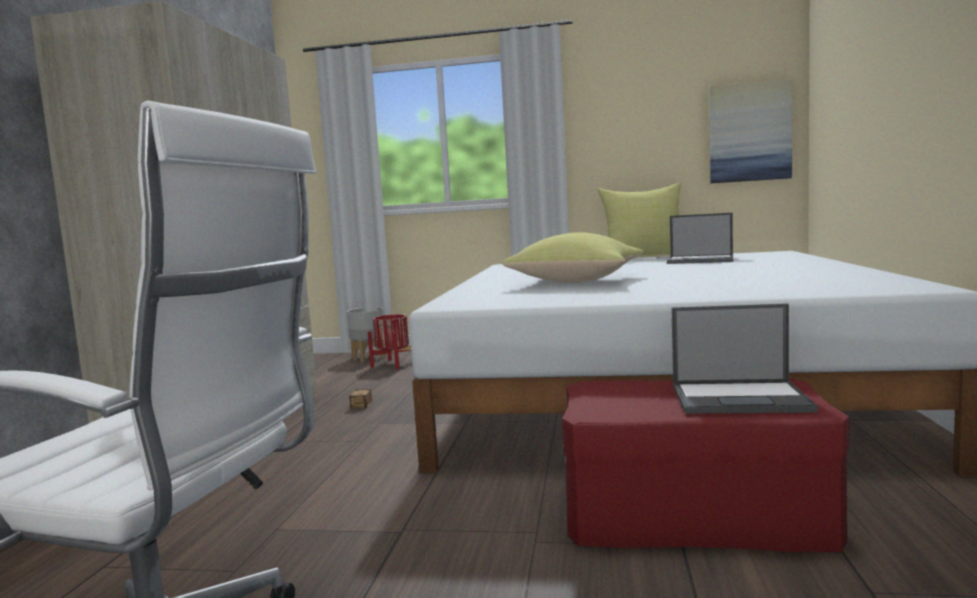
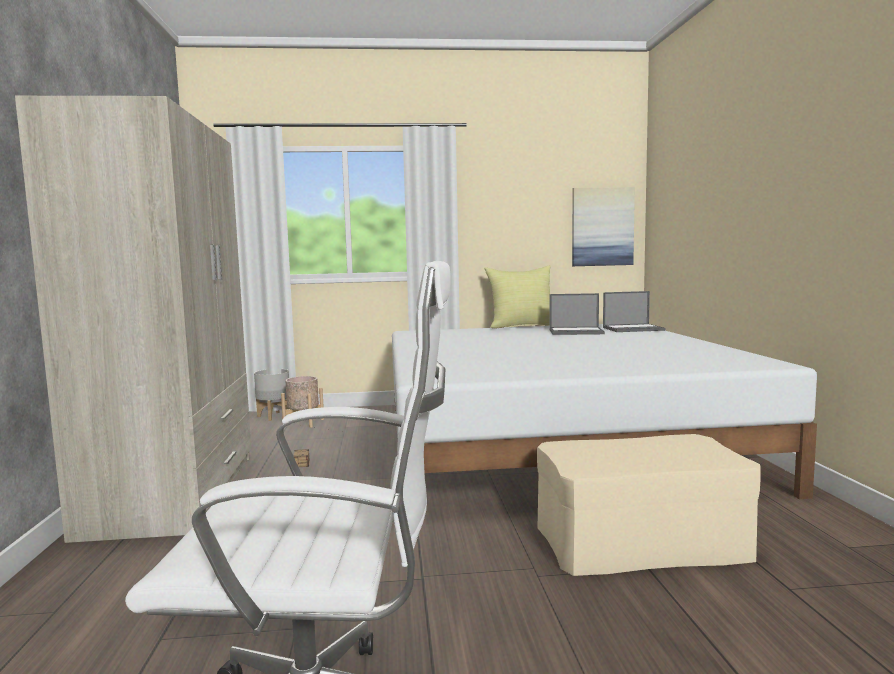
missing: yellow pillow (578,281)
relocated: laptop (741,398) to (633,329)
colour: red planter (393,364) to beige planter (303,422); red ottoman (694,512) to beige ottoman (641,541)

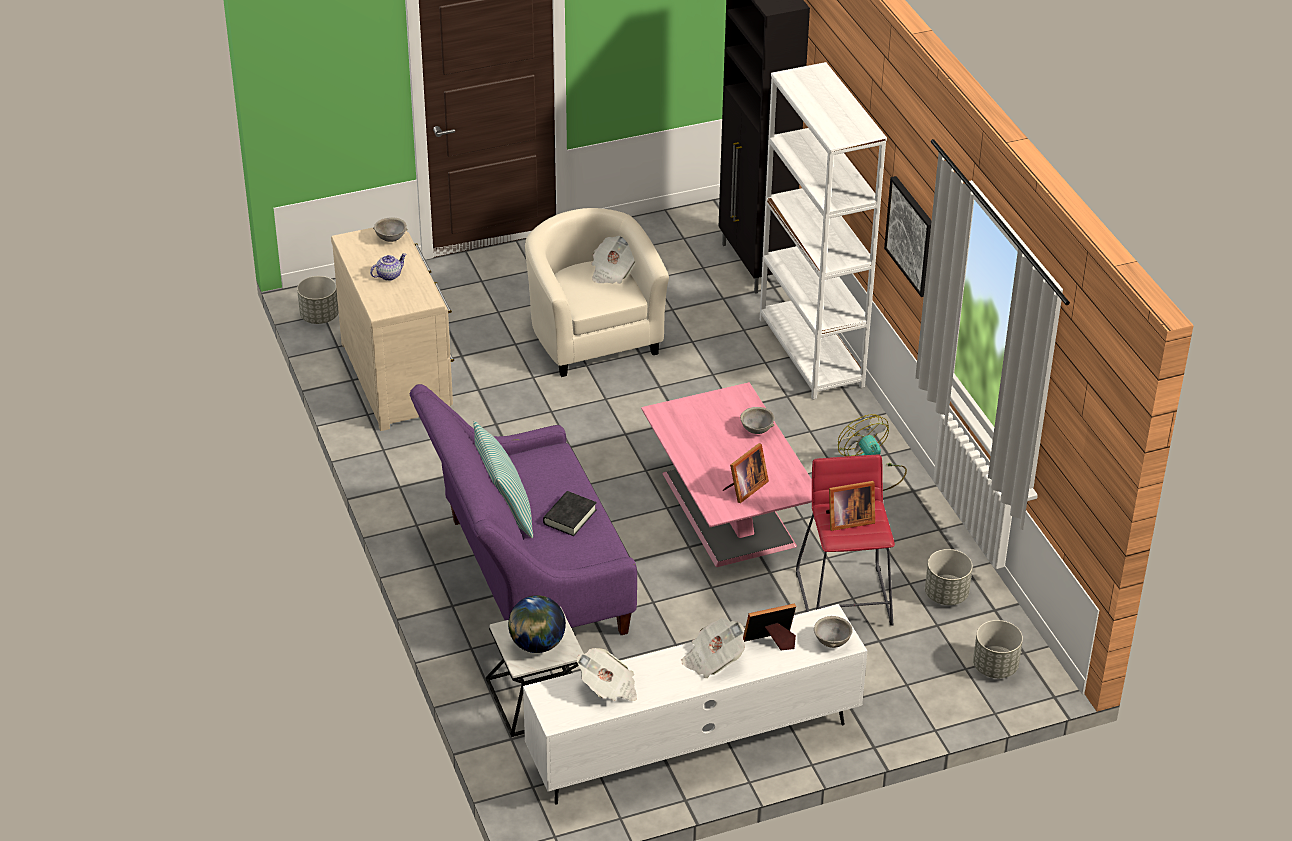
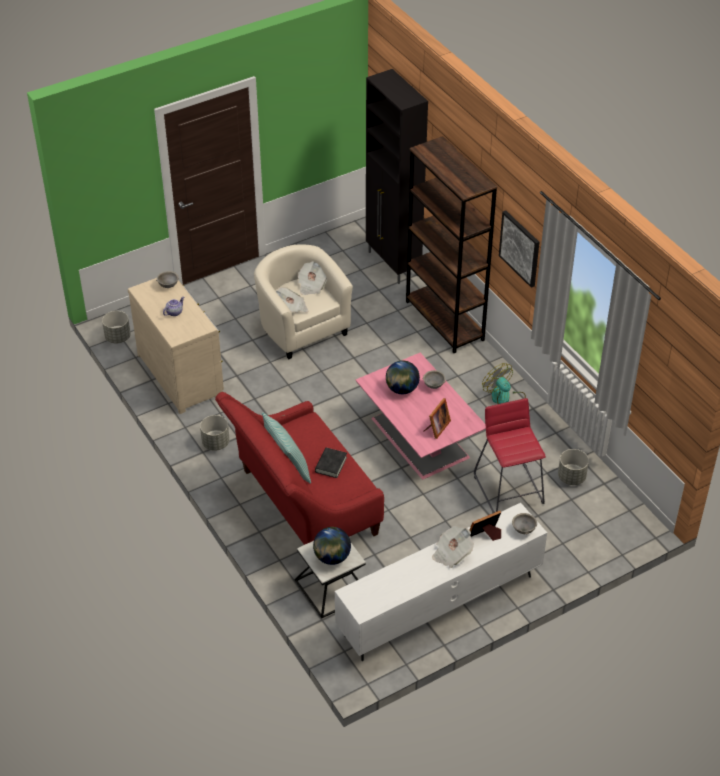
missing: picture frame (847,520)
appeared: globe (402,389)
relocated: grey planter (994,667) to (215,443); newspaper (608,688) to (292,307)
colour: purple sofa (525,579) to red sofa (302,505); white bookcase (811,353) to brown bookcase (444,321)

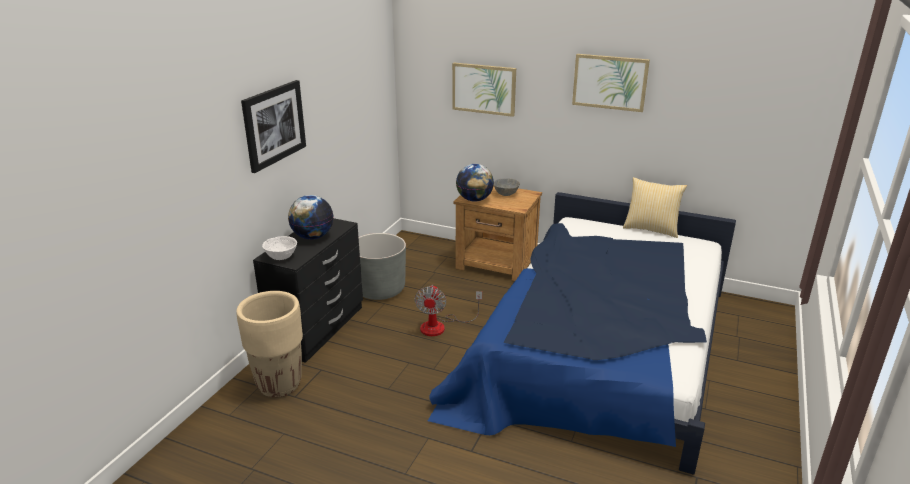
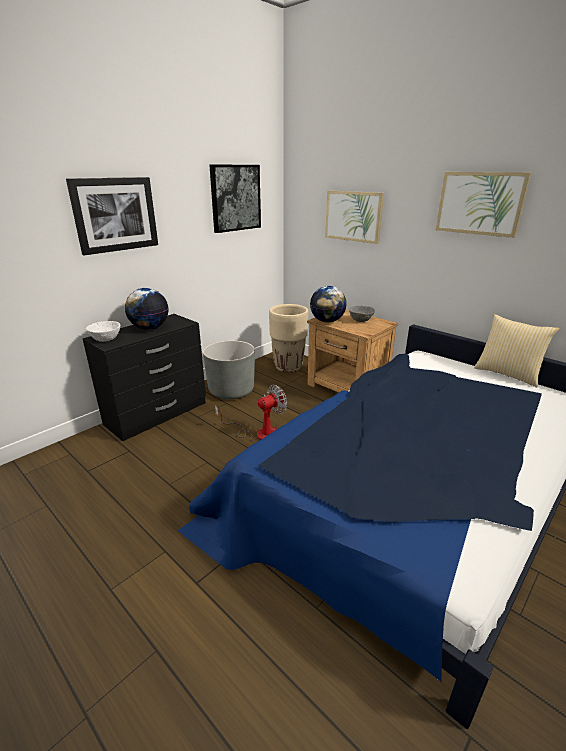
appeared: picture (235,198)
relocated: beige planter (279,384) to (288,367)
spun: fan (440,326) = (260,433) 150 degrees counterclockwise

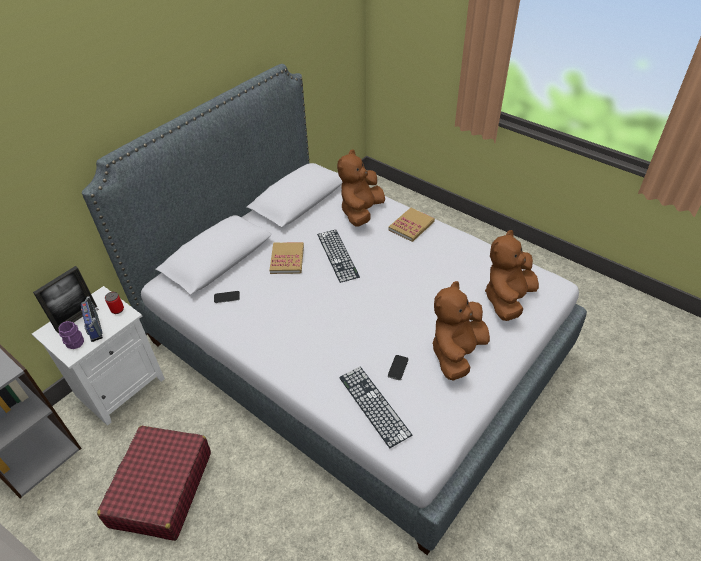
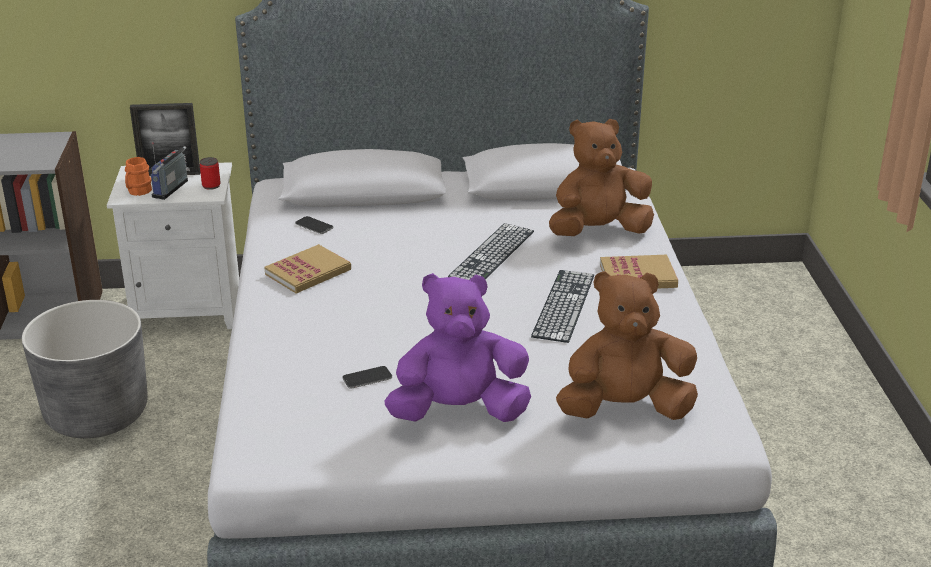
relocated: book (287,259) to (308,272); keyboard (374,405) to (563,305)
exchanged: red suitcase (161,489) to grey planter (97,414)
colour: purple mug (75,344) to orange mug (137,191); brown plush toy (456,353) to purple plush toy (459,412)

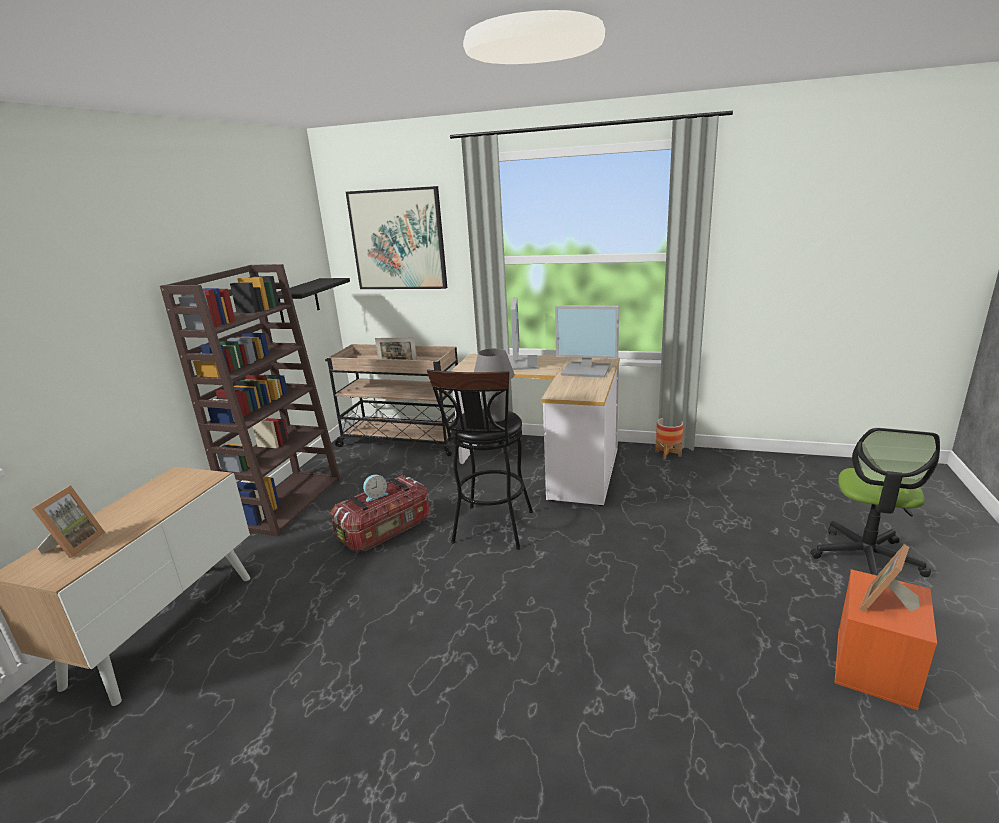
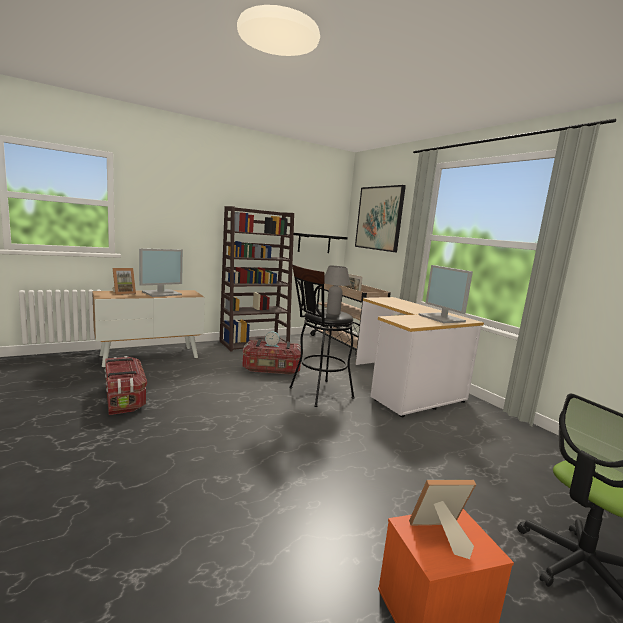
missing: planter (668,454)
appeared: storage box (124,398)
relocated: monitor (518,363) to (162,293)

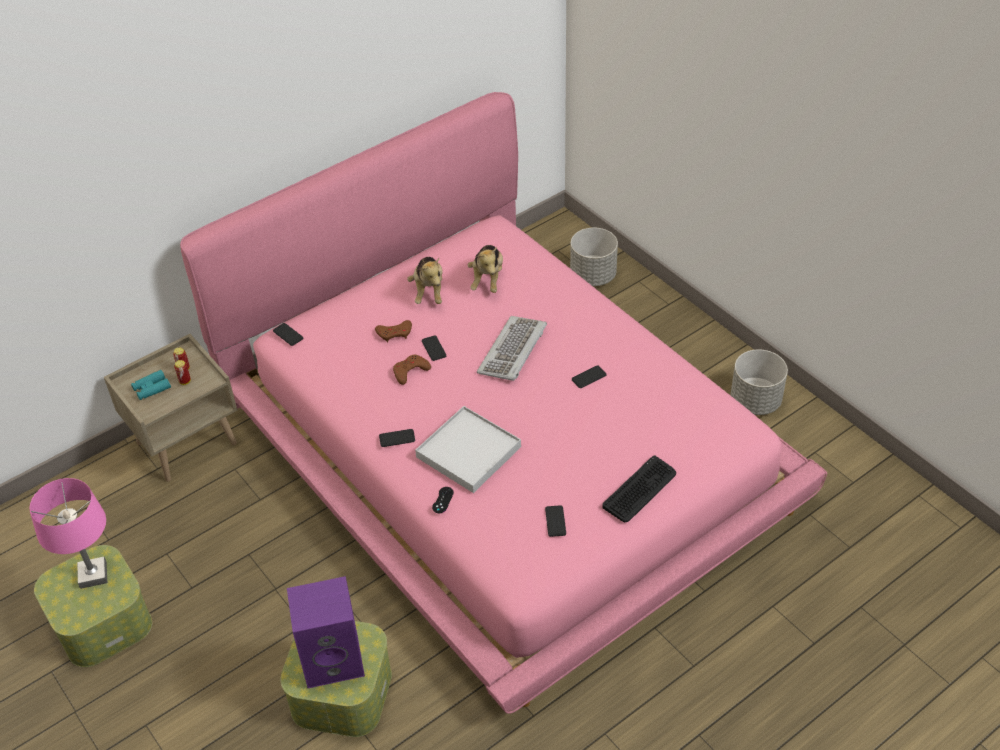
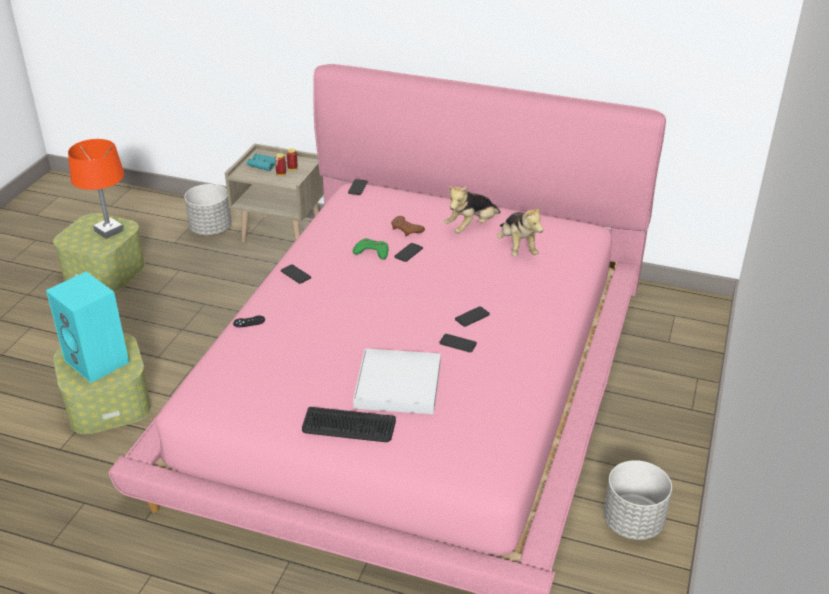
missing: keyboard (513,351)
relocated: grey planter (593,276) to (211,229); white tray (468,452) to (397,385); phone (555,521) to (472,317)
colour: purple speaker (334,659) to turquoise speaker (98,361); pink table lamp (94,575) to orange table lamp (109,231); brown game controller (410,371) to green game controller (372,252)
spun: plush toy (487,279) = (517,248) 75 degrees counterclockwise

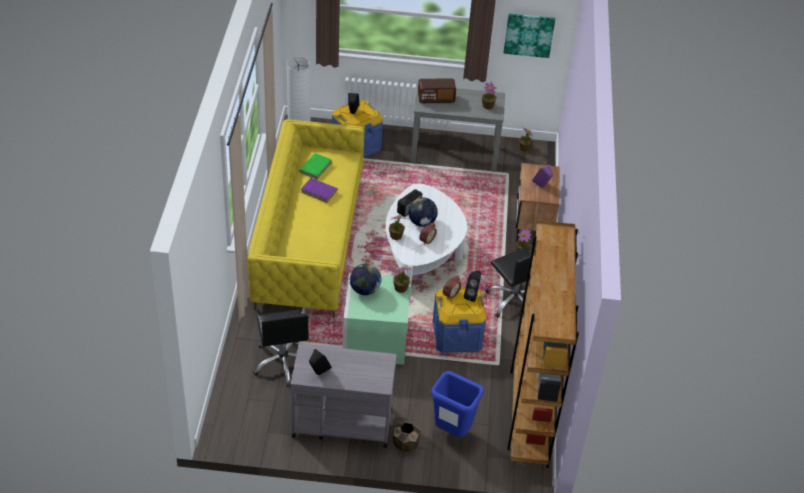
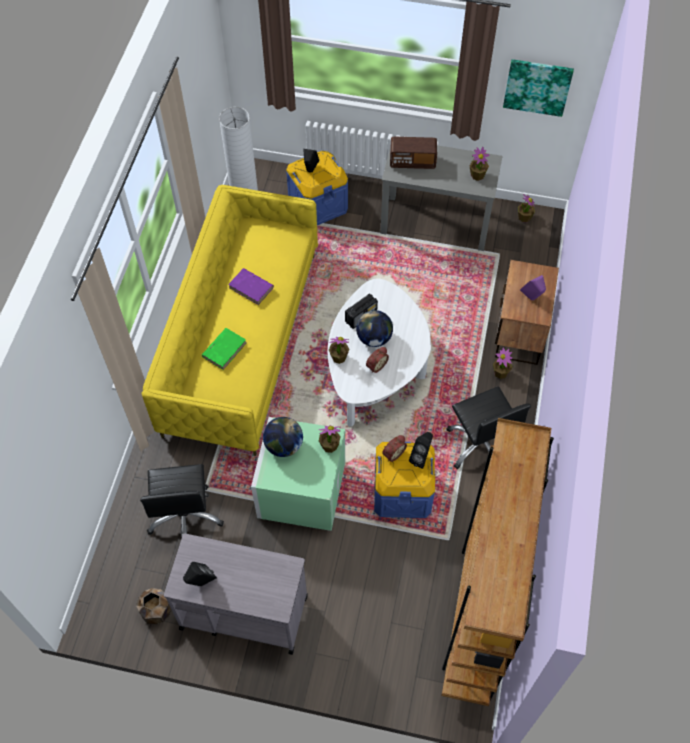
missing: blue trash can (451,431)
relocated: brown planter (405,444) to (156,611); green book (315,167) to (224,349)

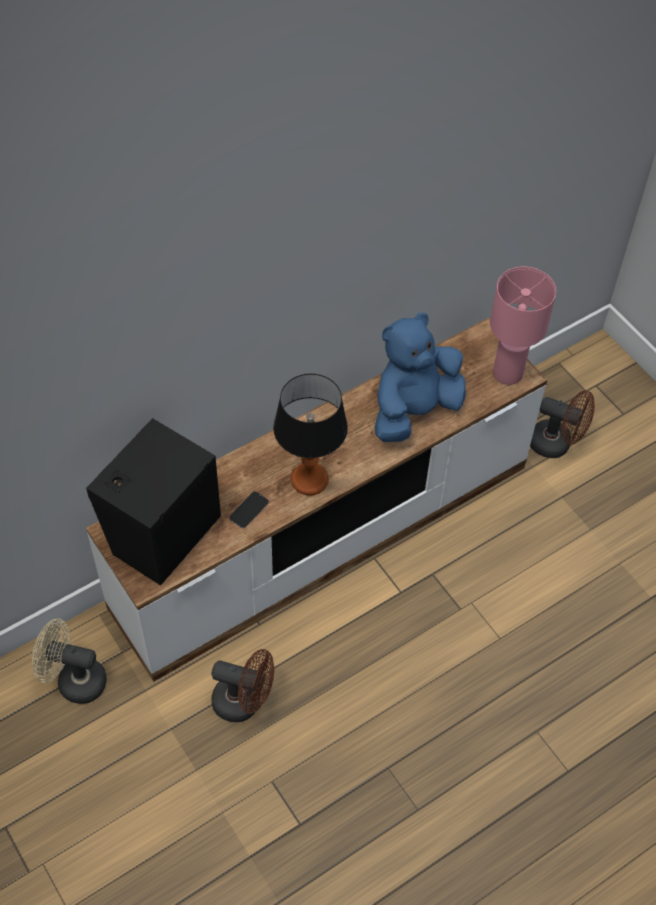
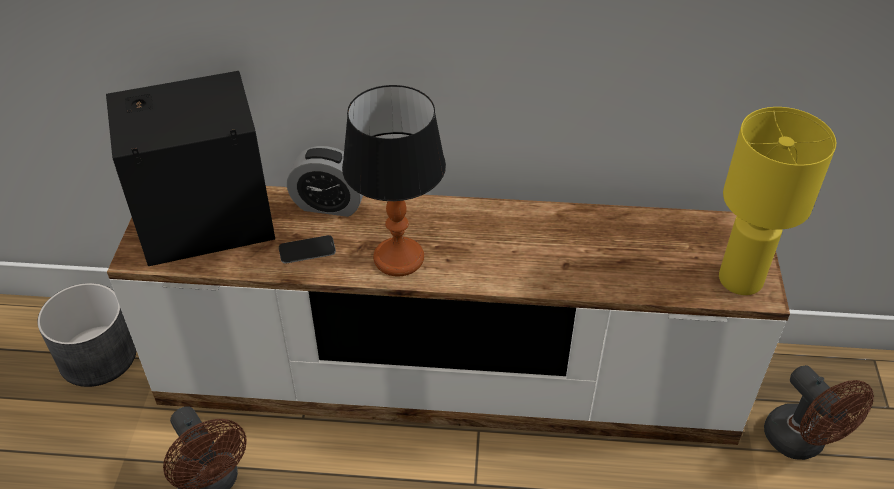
missing: blue plush toy (413,410)
appeared: alarm clock (329,205)
exchanged: beige fan (74,680) to grey planter (97,357)
colour: pink table lamp (507,372) to yellow table lamp (741,279)

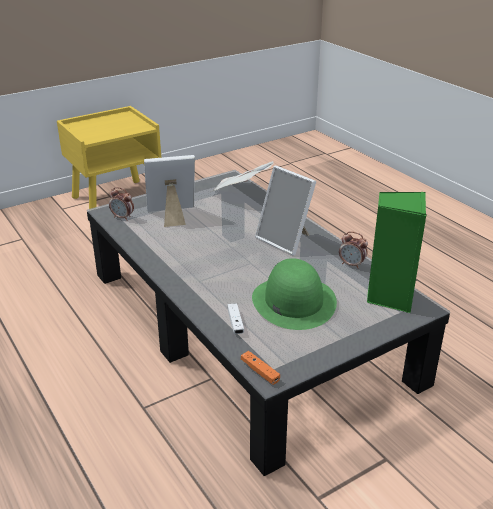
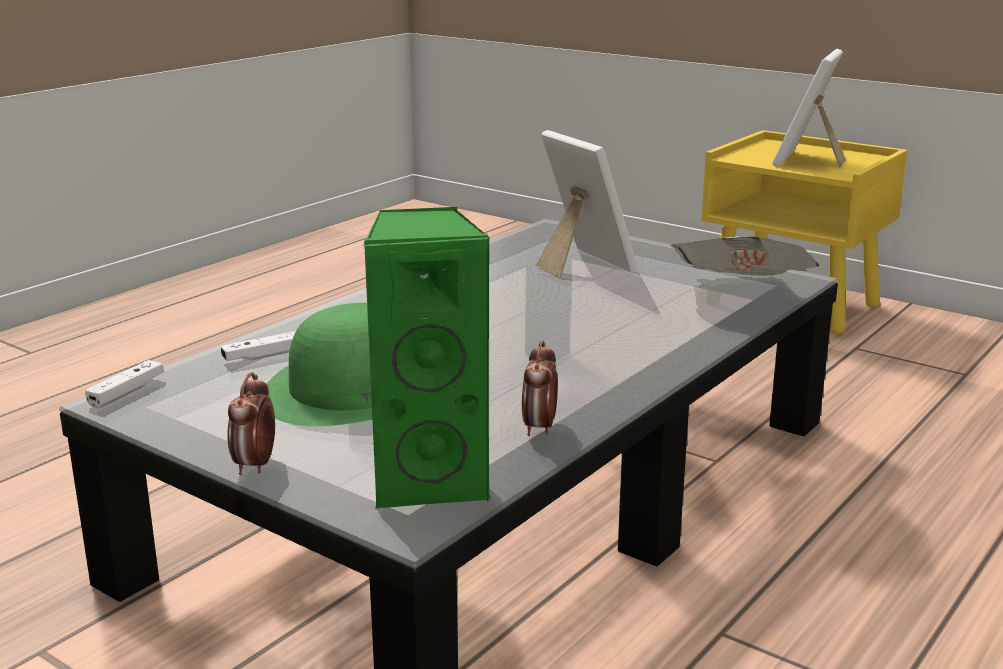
relocated: alarm clock (122,217) to (255,465); picture frame (286,240) to (808,161)
colour: orange game controller (260,372) to white game controller (126,392)

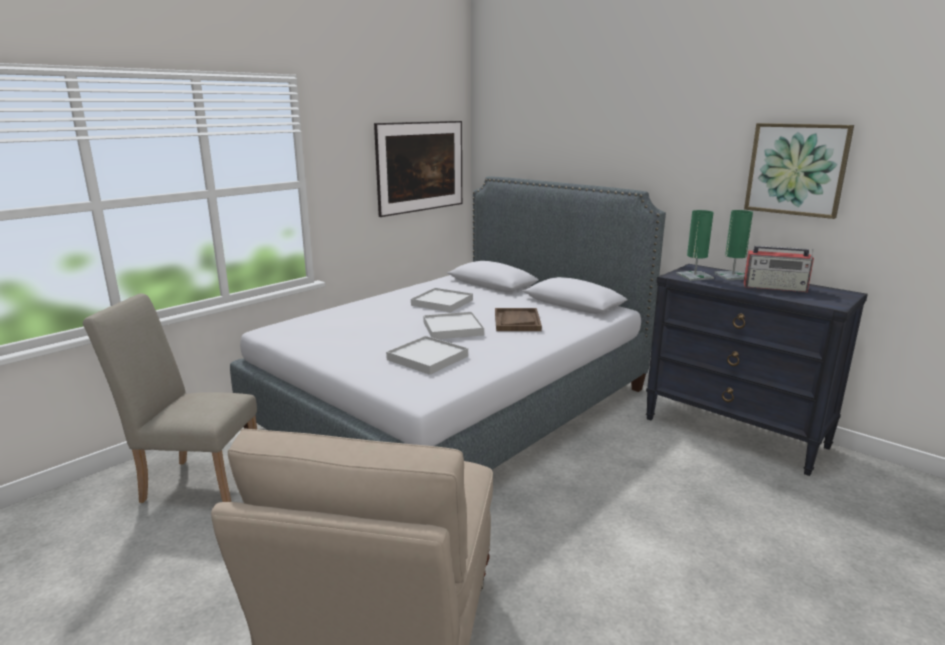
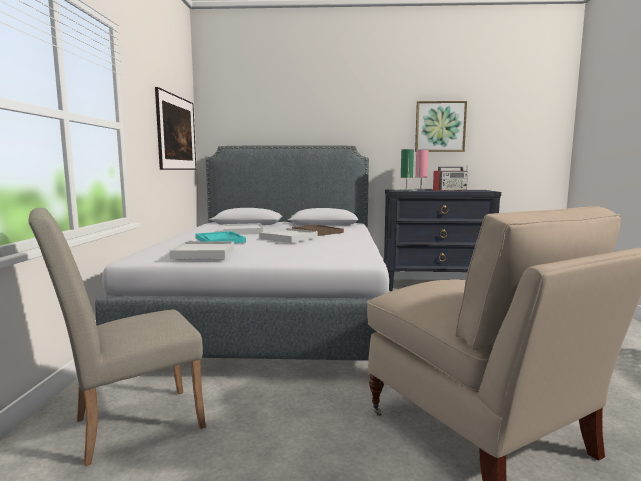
appeared: turquoise tray (219,240)
relocated: white tray (427,358) to (203,253)
colour: green table lamp (732,276) to pink table lamp (420,190)

